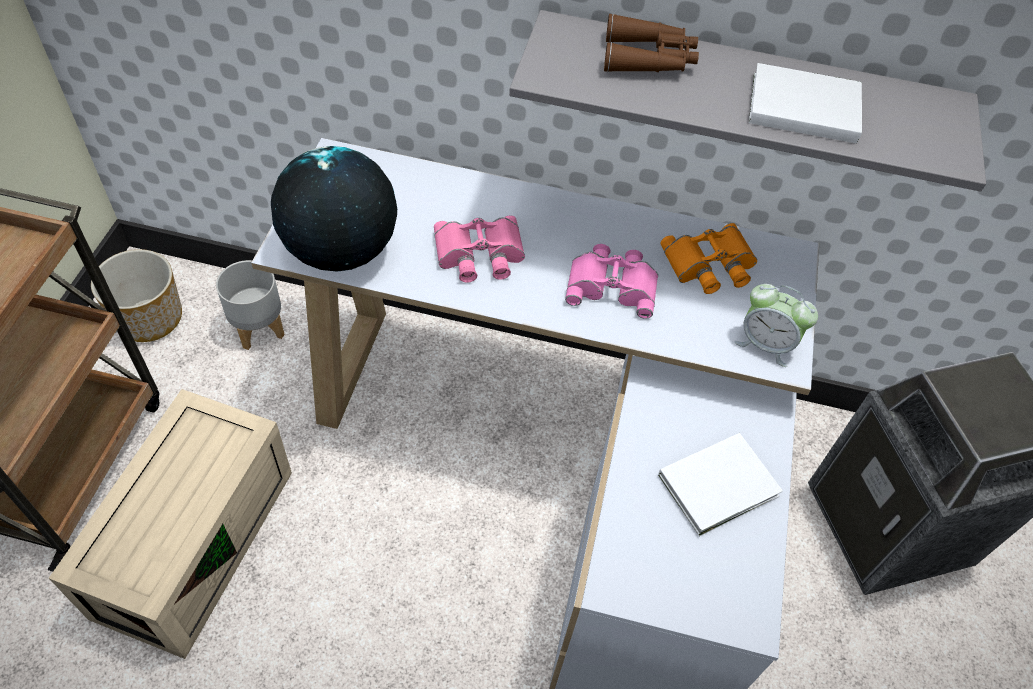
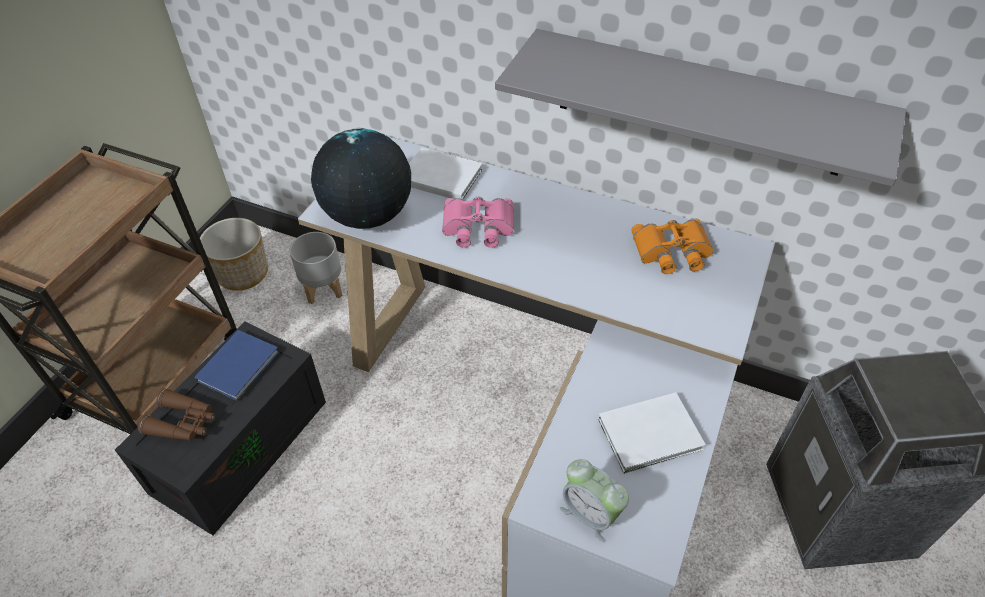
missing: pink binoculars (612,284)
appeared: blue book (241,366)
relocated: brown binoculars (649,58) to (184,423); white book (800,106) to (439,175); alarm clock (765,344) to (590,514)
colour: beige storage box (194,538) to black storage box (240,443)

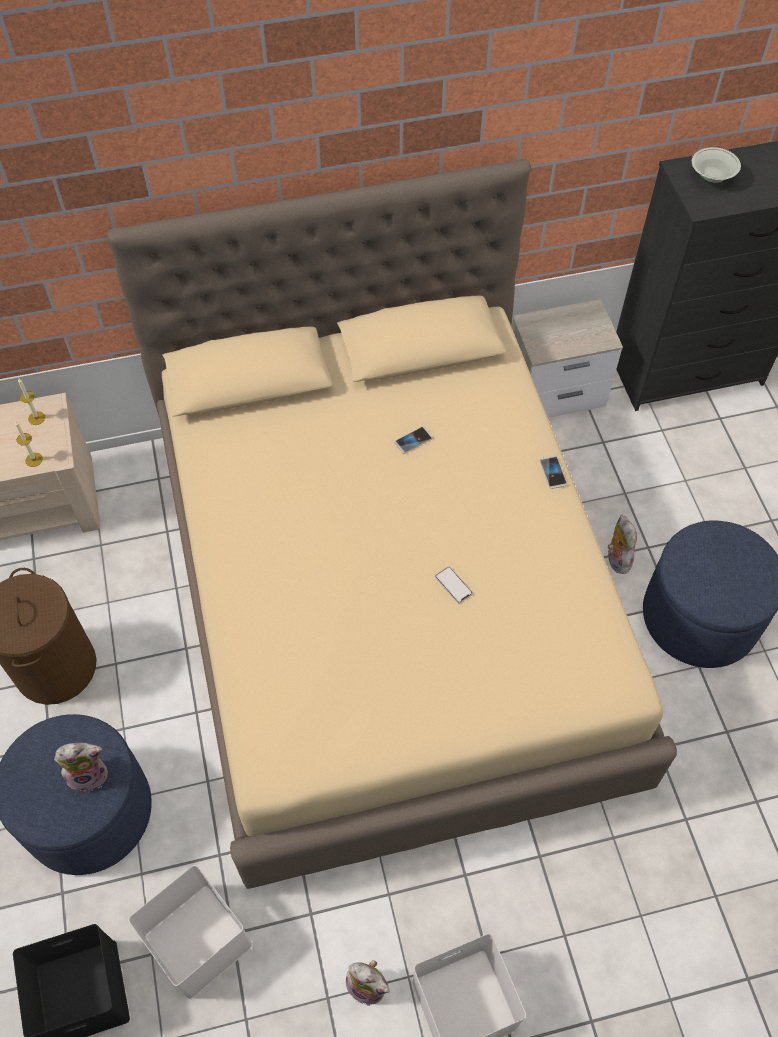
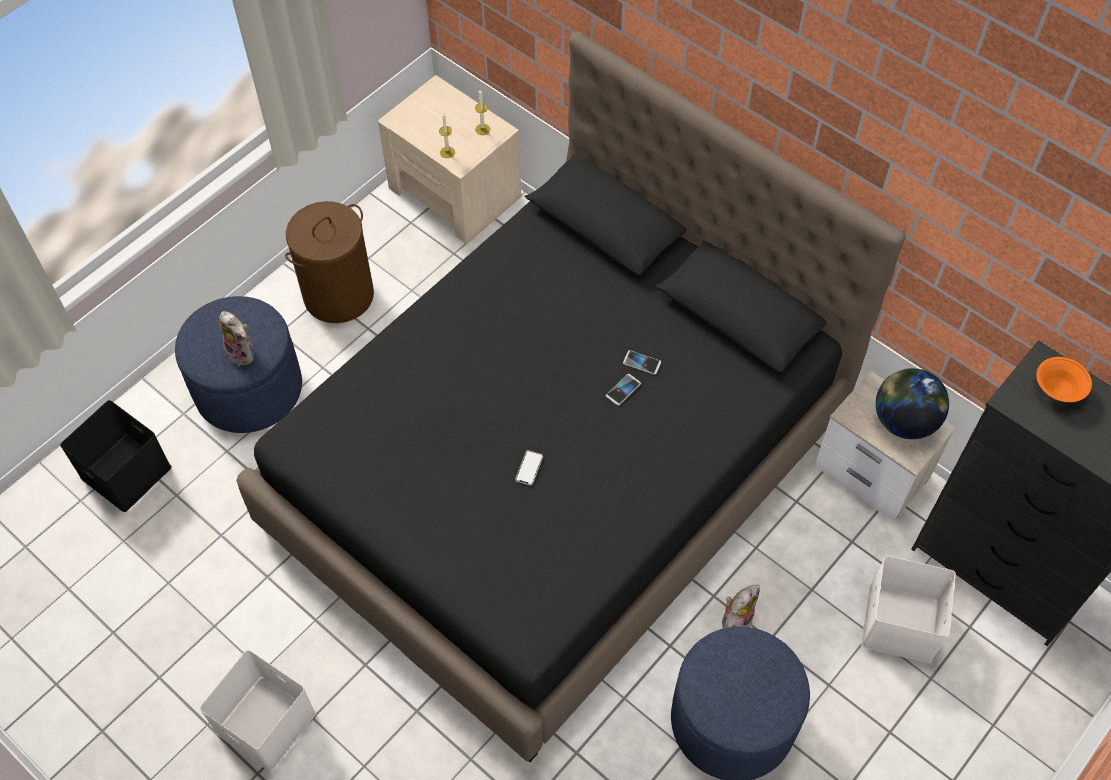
missing: plush toy (368,985)
appeared: globe (904,421)
relocated: phone (553,472) to (623,390); white storage box (195,940) to (898,621)
colour: beige bed (389,601) to black bed (557,471); white bowl (711,178) to orange bowl (1057,390)

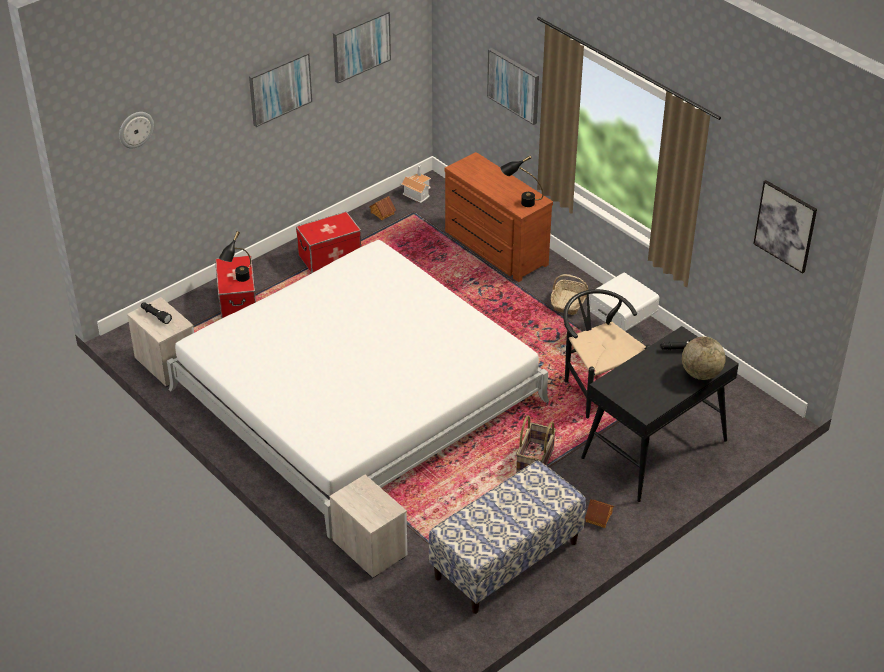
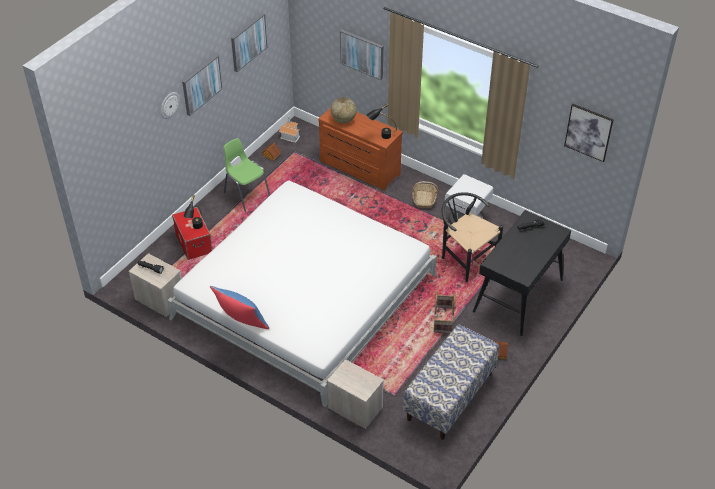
appeared: blue pillow (241,322)
relocated: wall clock (135,129) to (169,105); globe (701,374) to (343,120)
exchanged: storage box (330,256) to green chair (246,195)

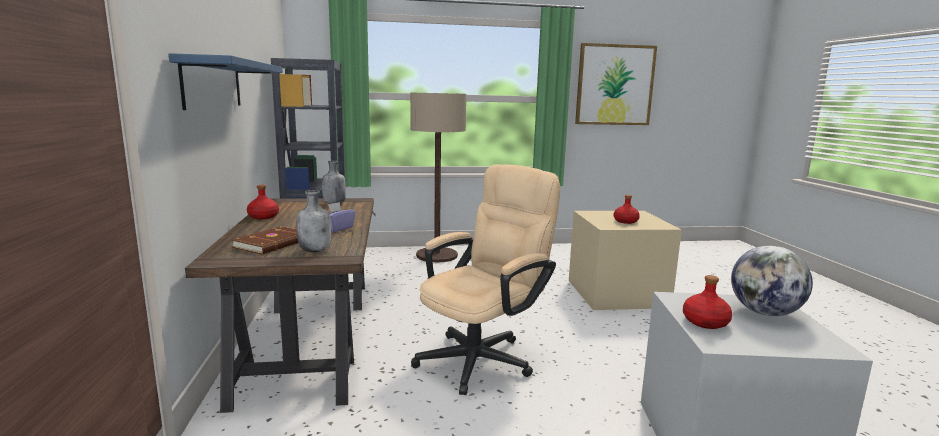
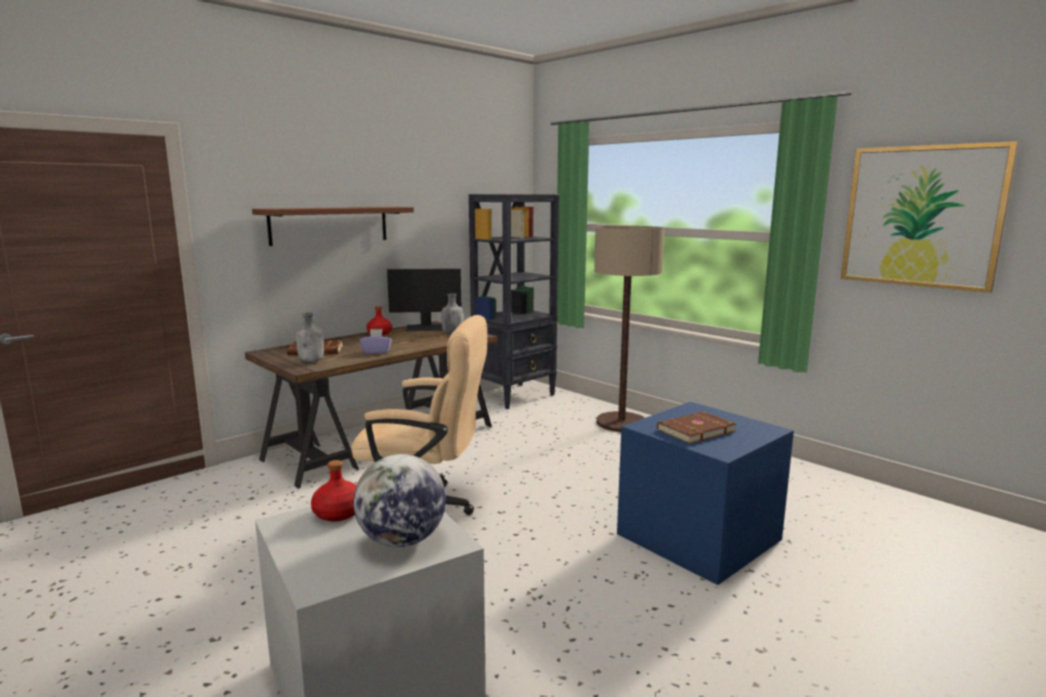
appeared: monitor (426,328)
exchanged: red bottle (625,221) to brown book (694,430)
colour: blue shelf (213,84) to brown shelf (330,225); beige storage box (617,293) to blue storage box (701,537)

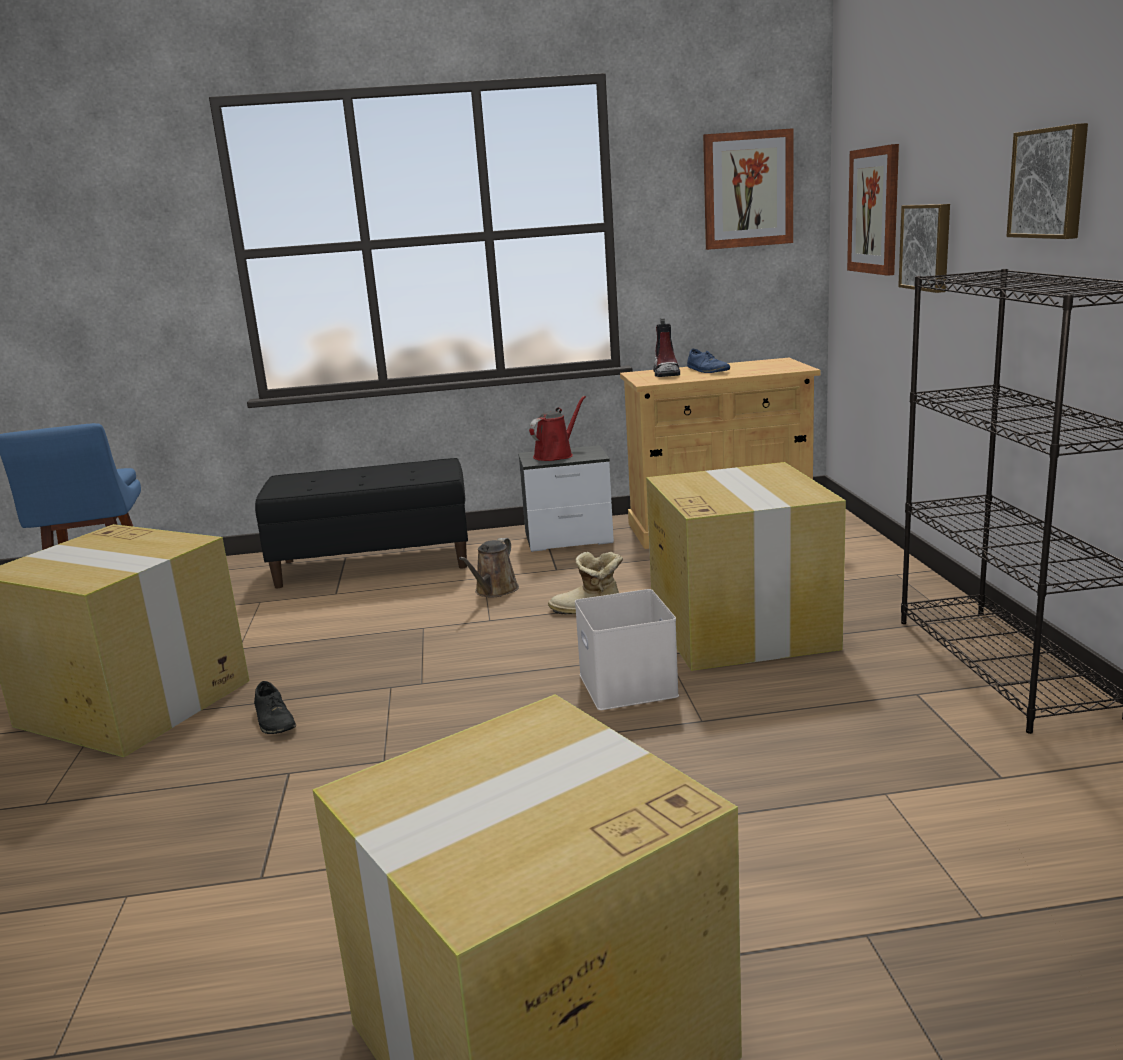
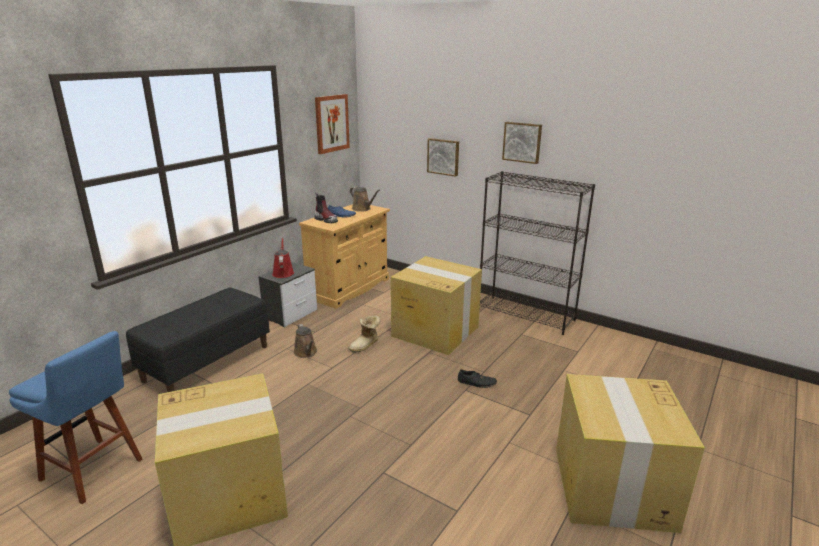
missing: white storage box (630,685); picture (874,211)
appeared: brown watering can (362,209)
relocated: black shoe (275,720) to (476,383)

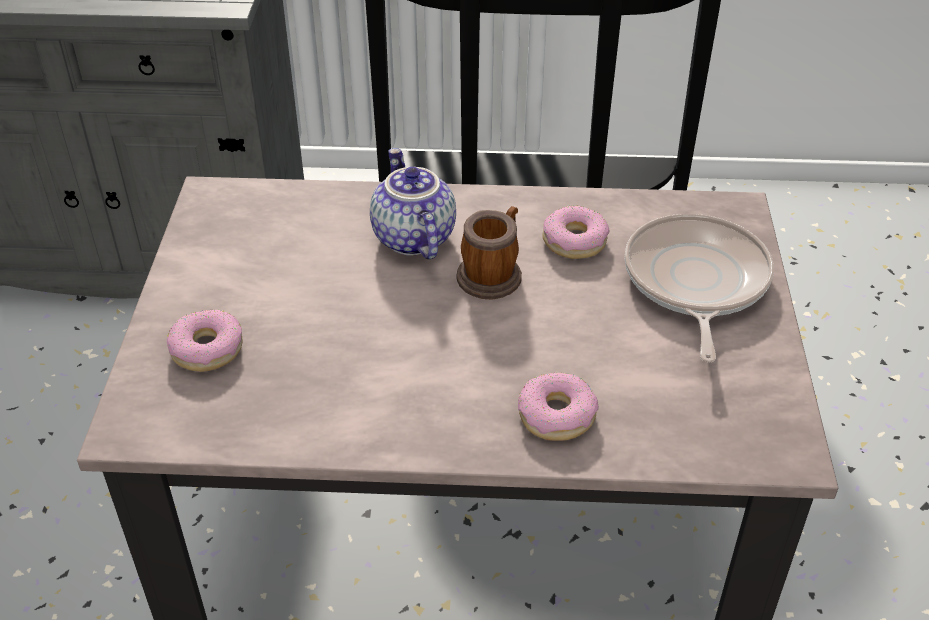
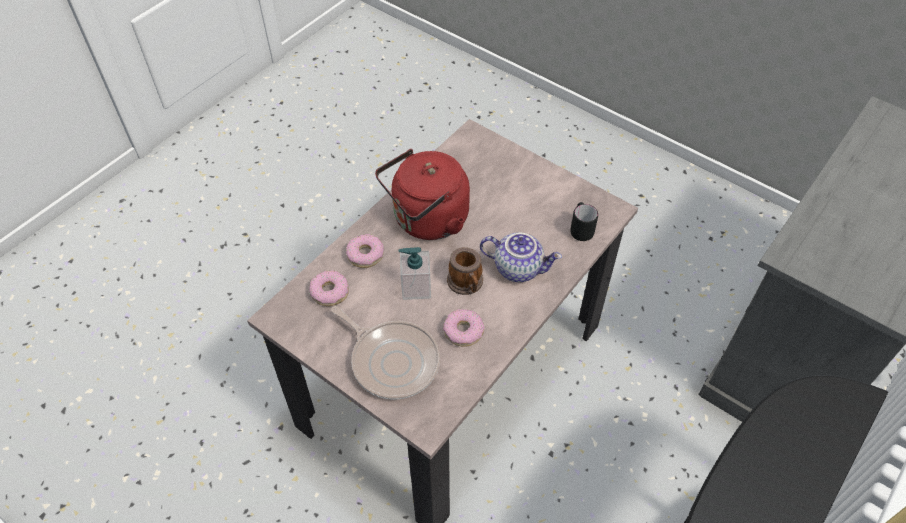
appeared: red kettle (427,220); soap dispenser (416,287); black mug (580,229)
relocated: donut (207,349) to (330,292)

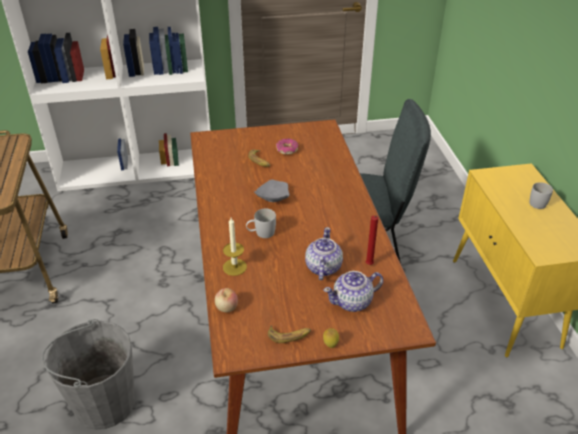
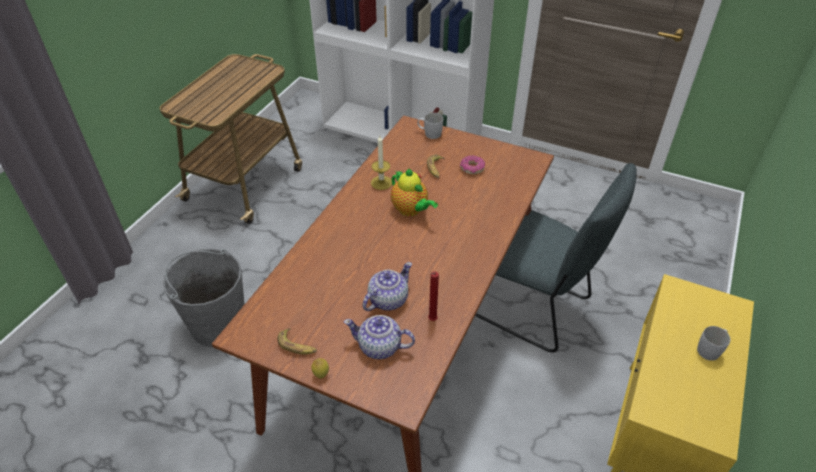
missing: apple (227,307)
relocated: candle (234,267) to (381,182); white mug (261,233) to (429,133)
exchanged: grey plate (272,198) to teapot (411,210)

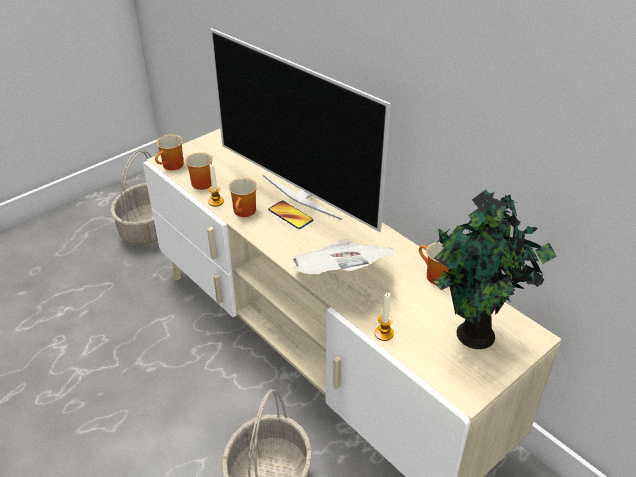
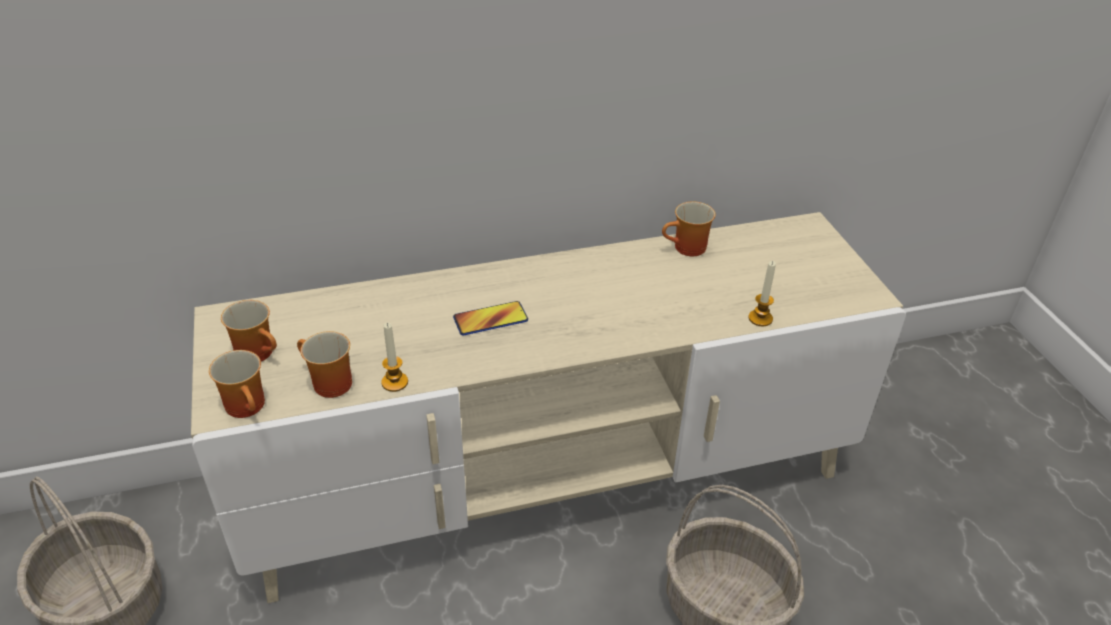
missing: television (302,196); newspaper (340,276); potted plant (474,337)
relocated: mug (245,212) to (260,352)

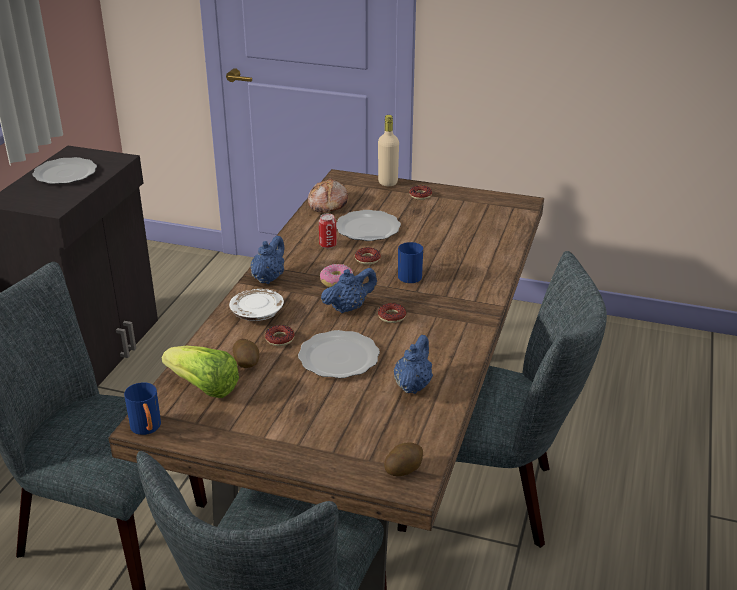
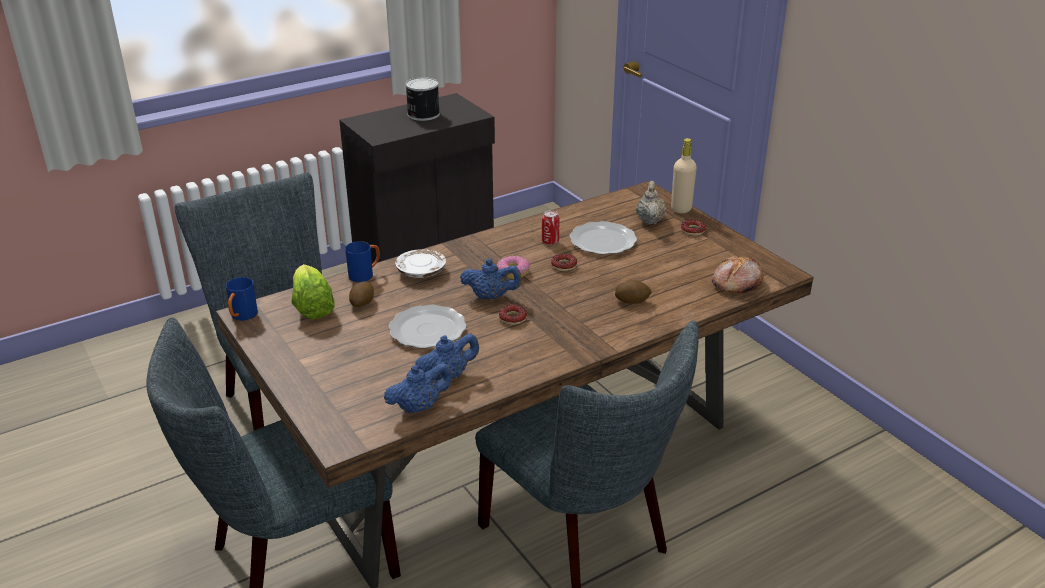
missing: donut (280,339)
appeared: beige teapot (650,220)
relocated: blue mug (410,275) to (365,275); blue teapot (268,278) to (419,407); potato (403,468) to (632,300); bread (327,204) to (736,283)
exchanged: plate (64,174) to can (422,114)

